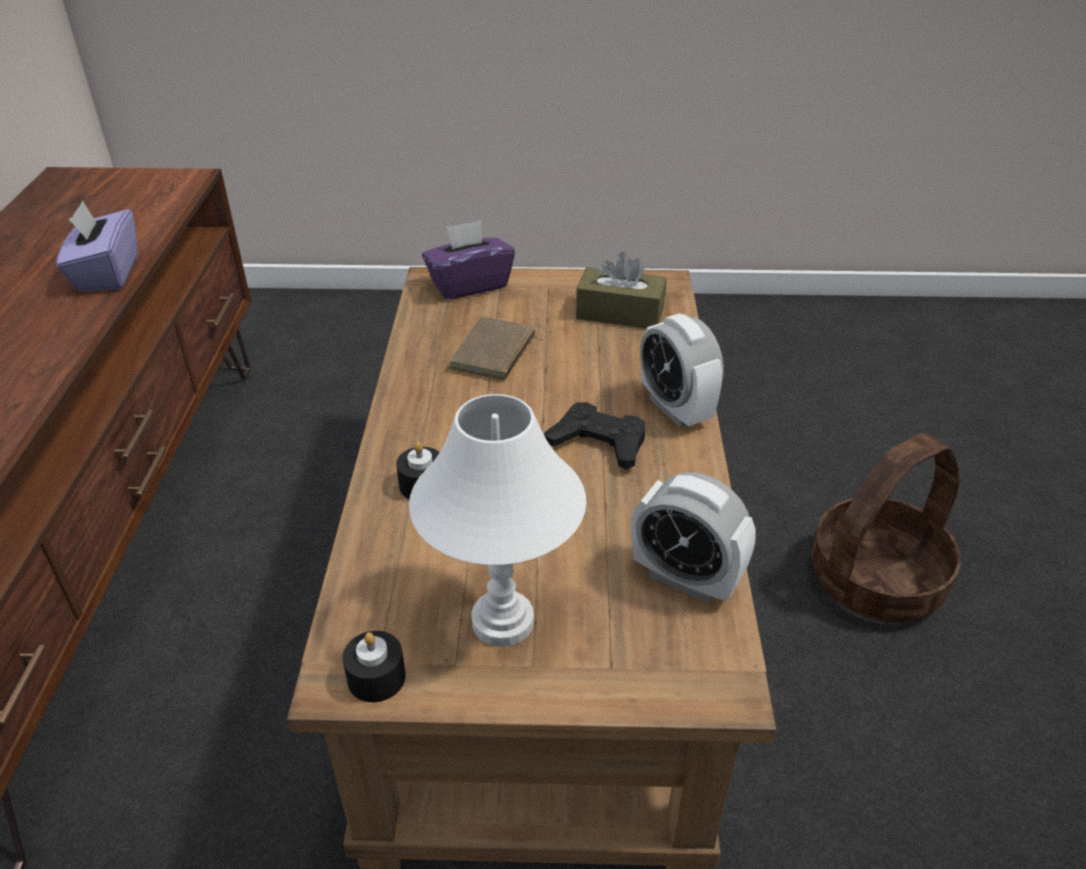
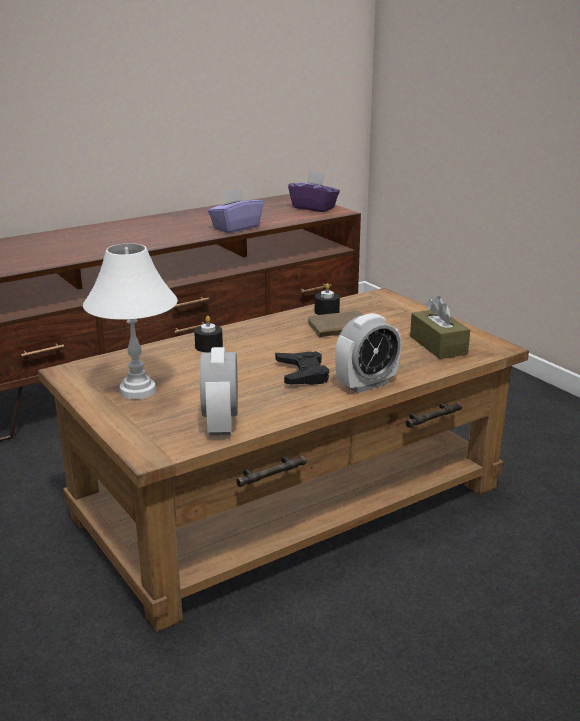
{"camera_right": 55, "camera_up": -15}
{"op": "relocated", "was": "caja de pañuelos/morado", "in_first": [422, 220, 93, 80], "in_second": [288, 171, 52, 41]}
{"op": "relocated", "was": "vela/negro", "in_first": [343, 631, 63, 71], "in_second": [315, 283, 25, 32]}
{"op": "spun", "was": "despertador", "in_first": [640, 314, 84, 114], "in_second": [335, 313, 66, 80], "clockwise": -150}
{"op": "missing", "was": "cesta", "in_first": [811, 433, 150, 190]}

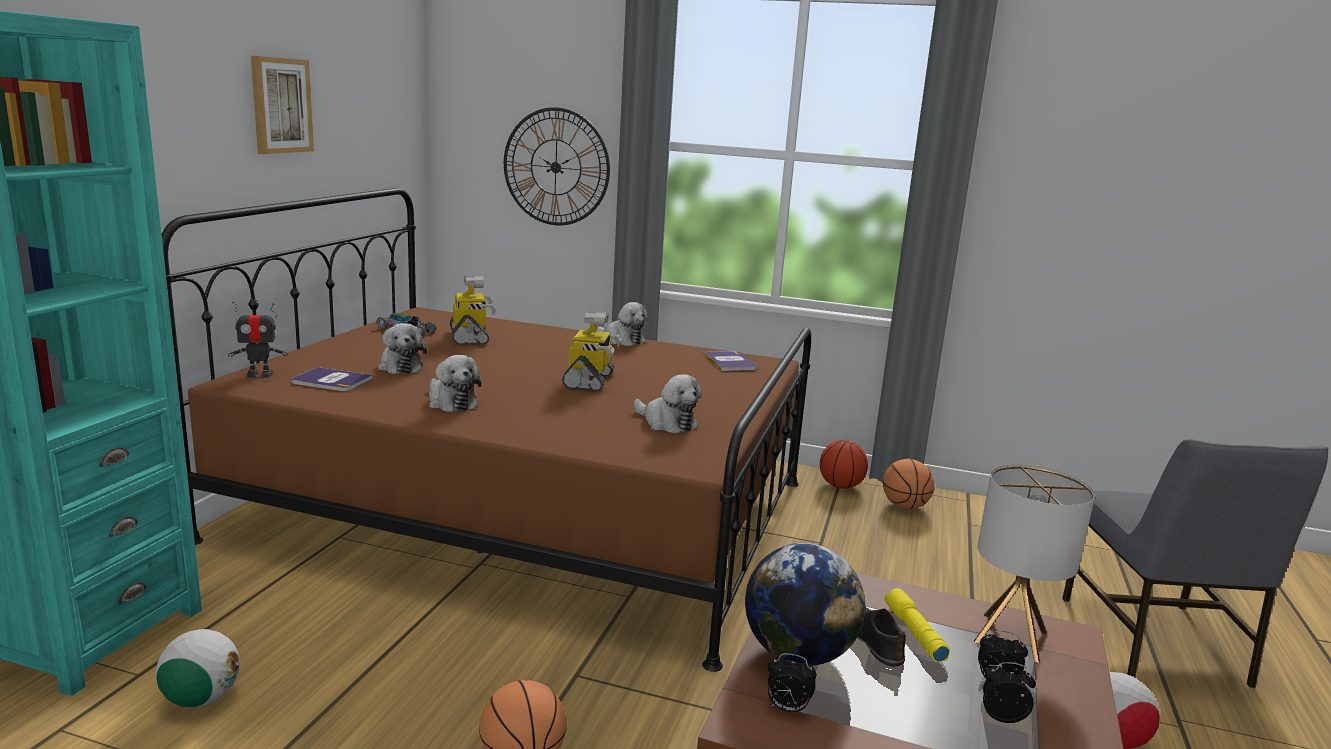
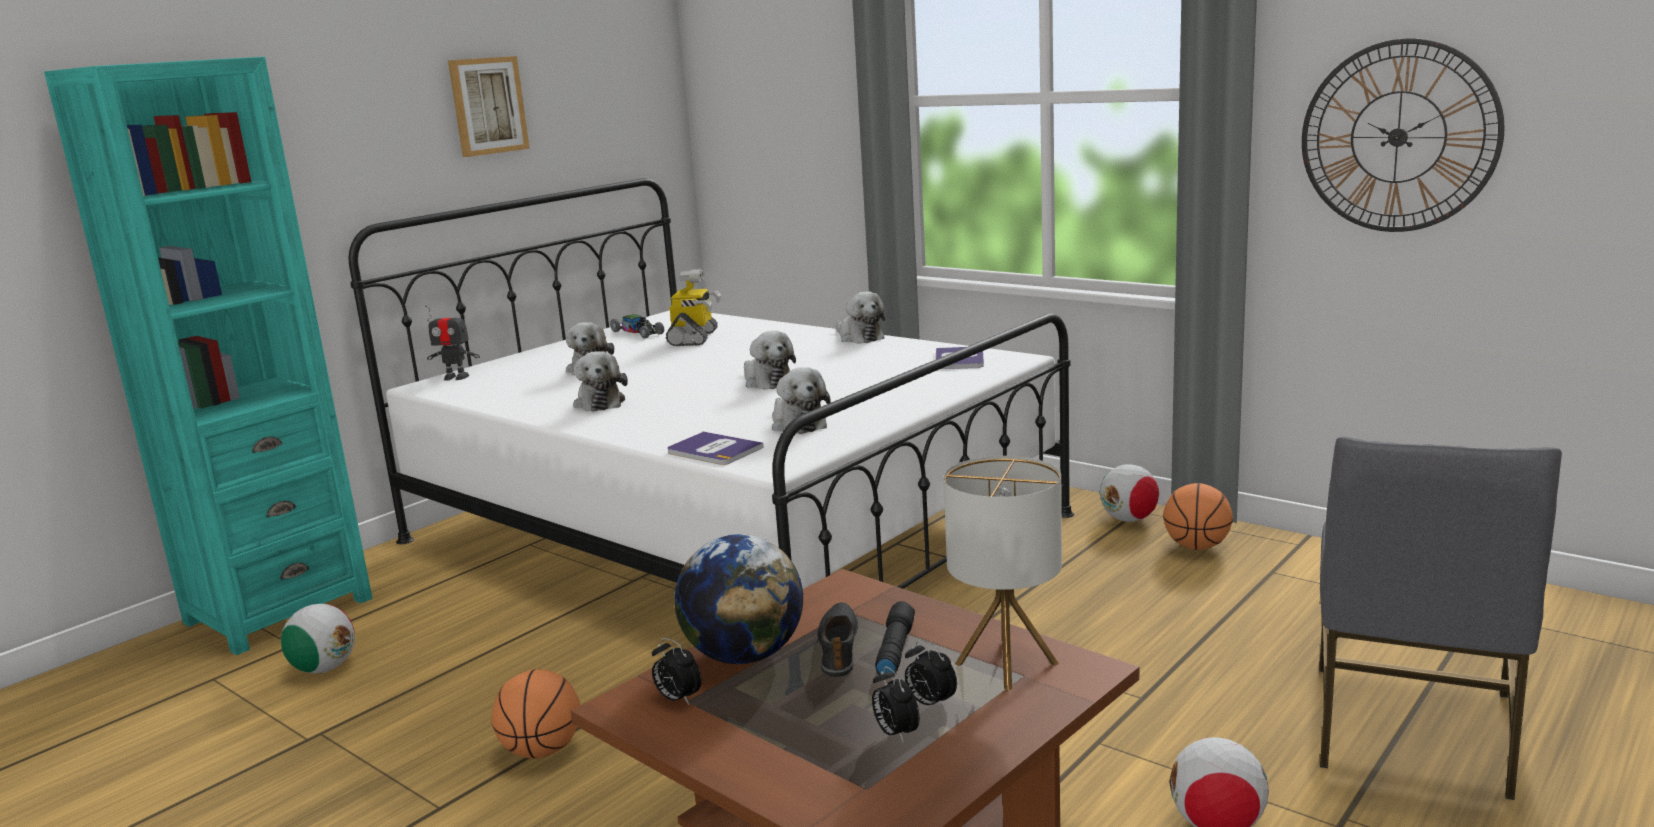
{"camera_right": 25, "camera_up": 0}
{"op": "colour", "was": "cama/marrón", "now": "cama/blanco", "in_first": [162, 188, 649, 484], "in_second": [348, 178, 726, 411]}
{"op": "relocated", "was": "libro", "in_first": [292, 367, 80, 24], "in_second": [668, 432, 96, 33]}
{"op": "exchanged", "was": "robot de juguete", "now": "peluche", "in_first": [562, 311, 60, 81], "in_second": [744, 331, 52, 58]}
{"op": "spun", "was": "despertador", "in_first": [983, 662, 53, 61], "in_second": [872, 666, 47, 77], "clockwise": -150}
{"op": "colour", "was": "linterna/amarillo", "now": "linterna/negro", "in_first": [884, 588, 66, 74], "in_second": [875, 601, 40, 74]}
{"op": "exchanged", "was": "balón de baloncesto", "now": "balón de fútbol", "in_first": [820, 440, 48, 49], "in_second": [1100, 464, 59, 58]}
{"op": "relocated", "was": "reloj de pared", "in_first": [504, 107, 106, 119], "in_second": [1302, 38, 203, 194]}

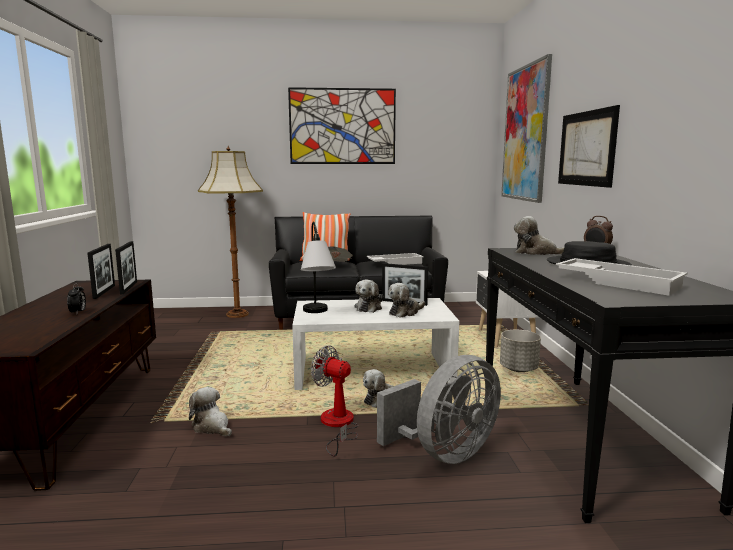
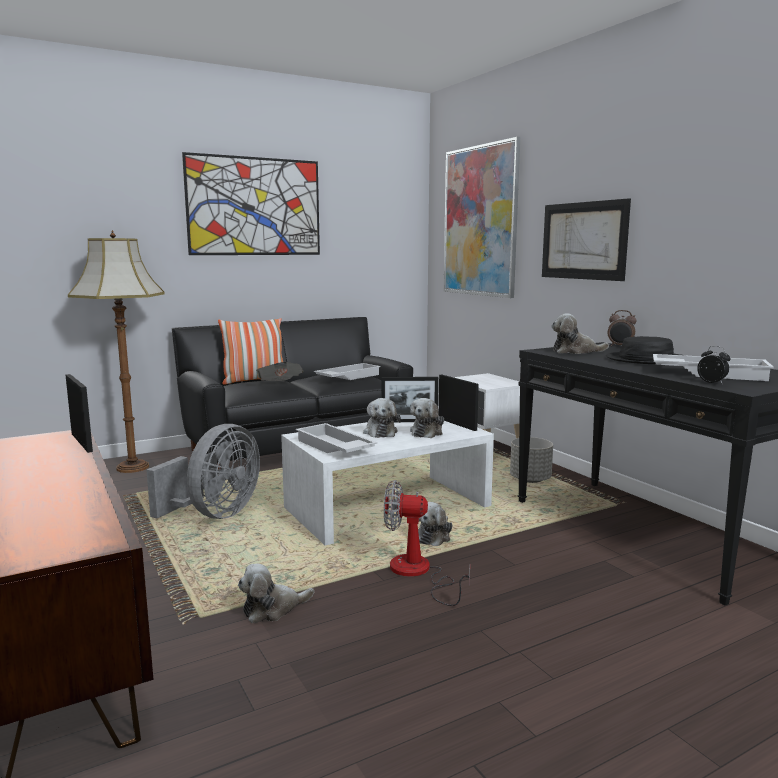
{"camera_right": -25, "camera_up": 0}
{"op": "relocated", "was": "ventilador/gris", "in_first": [377, 355, 124, 109], "in_second": [146, 424, 114, 95]}
{"op": "spun", "was": "peluche", "in_first": [189, 387, 43, 50], "in_second": [238, 564, 76, 59], "clockwise": -45}
{"op": "exchanged", "was": "lámpara de mesa", "now": "bandeja/blanco", "in_first": [301, 222, 35, 91], "in_second": [296, 423, 81, 30]}
{"op": "relocated", "was": "portarretratos", "in_first": [87, 244, 28, 55], "in_second": [439, 375, 40, 56]}
{"op": "relocated", "was": "despertador", "in_first": [67, 283, 19, 30], "in_second": [697, 346, 34, 39]}

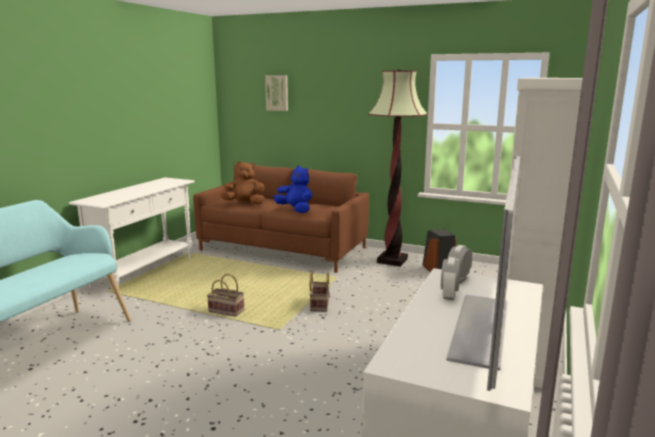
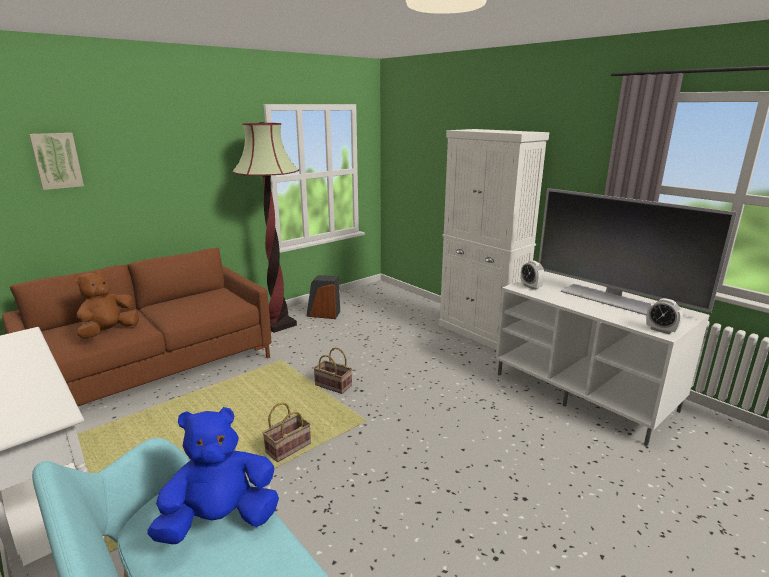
{"camera_right": -65, "camera_up": 5}
{"op": "relocated", "was": "peluche/azul", "in_first": [274, 165, 38, 48], "in_second": [148, 407, 131, 137]}
{"op": "relocated", "was": "despertador", "in_first": [441, 257, 20, 43], "in_second": [646, 298, 37, 36]}

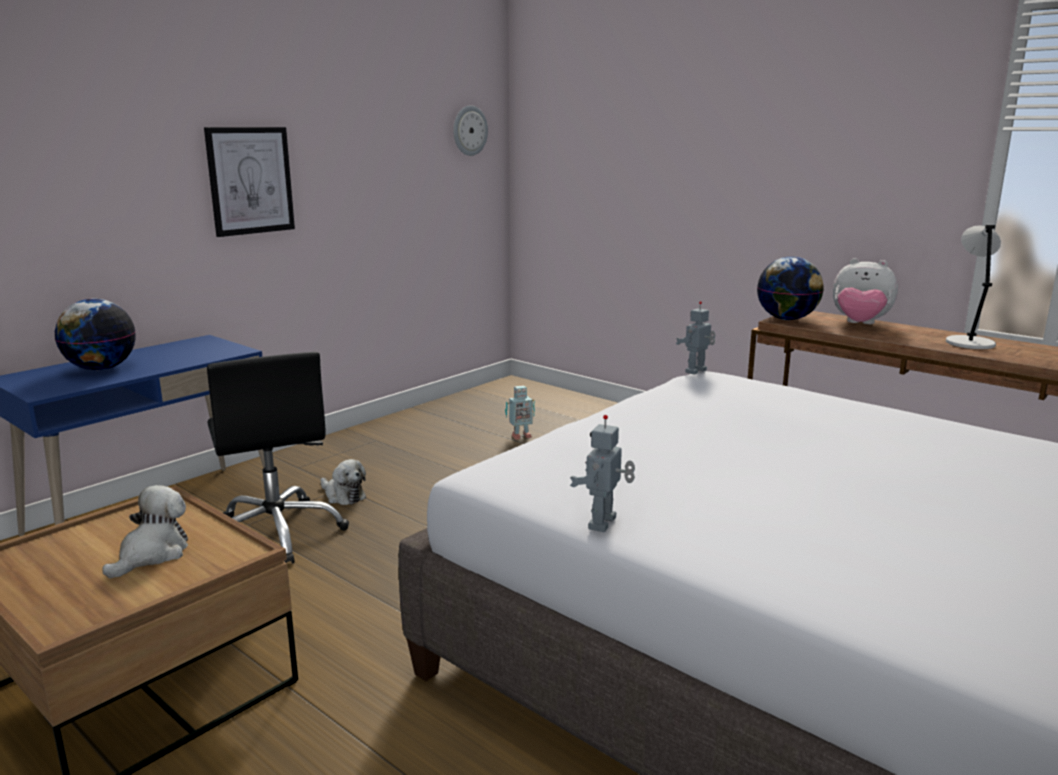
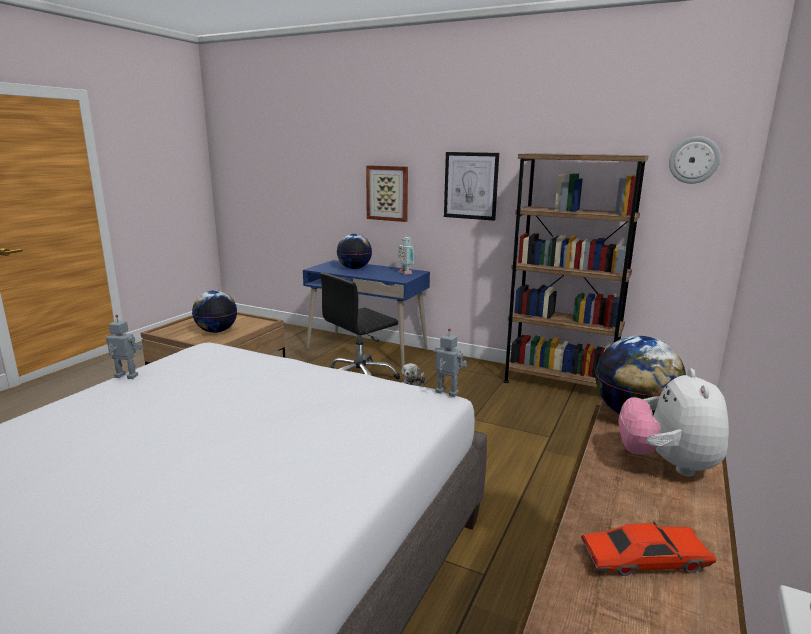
{"camera_right": 75, "camera_up": 0}
{"op": "exchanged", "was": "peluche", "now": "globo terráqueo", "in_first": [102, 485, 86, 93], "in_second": [192, 290, 45, 43]}
{"op": "appeared", "now": "cuadro", "in_second": [366, 165, 42, 57]}
{"op": "relocated", "was": "robot de juguete", "in_first": [505, 385, 30, 55], "in_second": [398, 237, 16, 38]}
{"op": "appeared", "now": "estantería/marrón", "in_second": [503, 153, 145, 234]}
{"op": "exchanged", "was": "lámpara de mesa/gris", "now": "coche de juguete/rojo", "in_first": [946, 225, 55, 124], "in_second": [580, 520, 136, 56]}

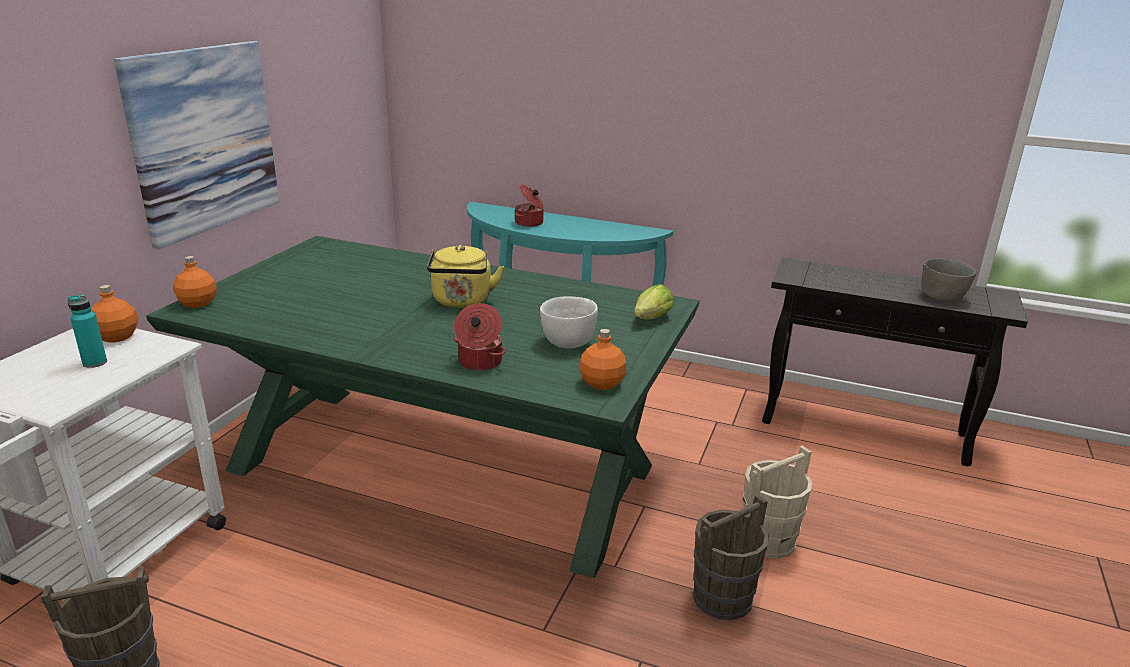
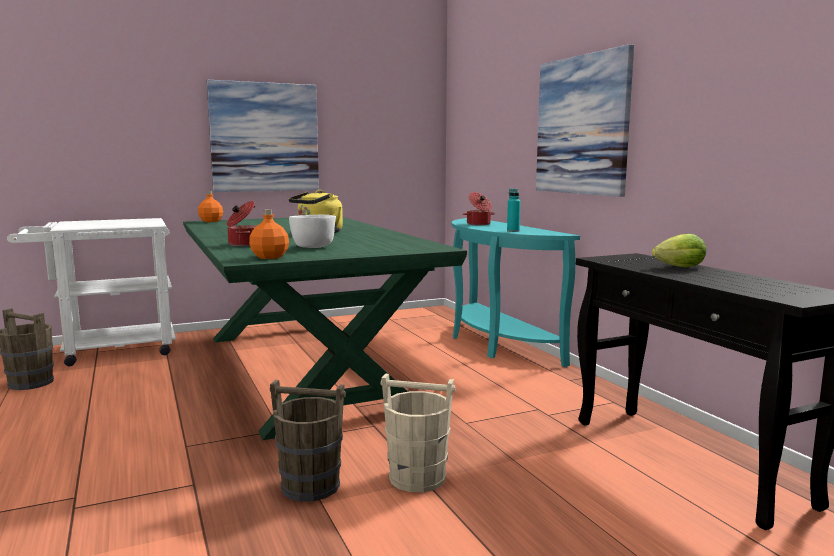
{"camera_right": 45, "camera_up": -15}
{"op": "relocated", "was": "botella/turquesa", "in_first": [68, 294, 39, 74], "in_second": [507, 189, 14, 43]}
{"op": "appeared", "now": "cuadro", "in_second": [536, 44, 98, 153]}
{"op": "relocated", "was": "lechuga", "in_first": [634, 284, 40, 36], "in_second": [652, 234, 54, 33]}
{"op": "missing", "was": "botella/naranja", "in_first": [91, 285, 47, 58]}
{"op": "missing", "was": "cuenco/gris", "in_first": [921, 258, 55, 44]}

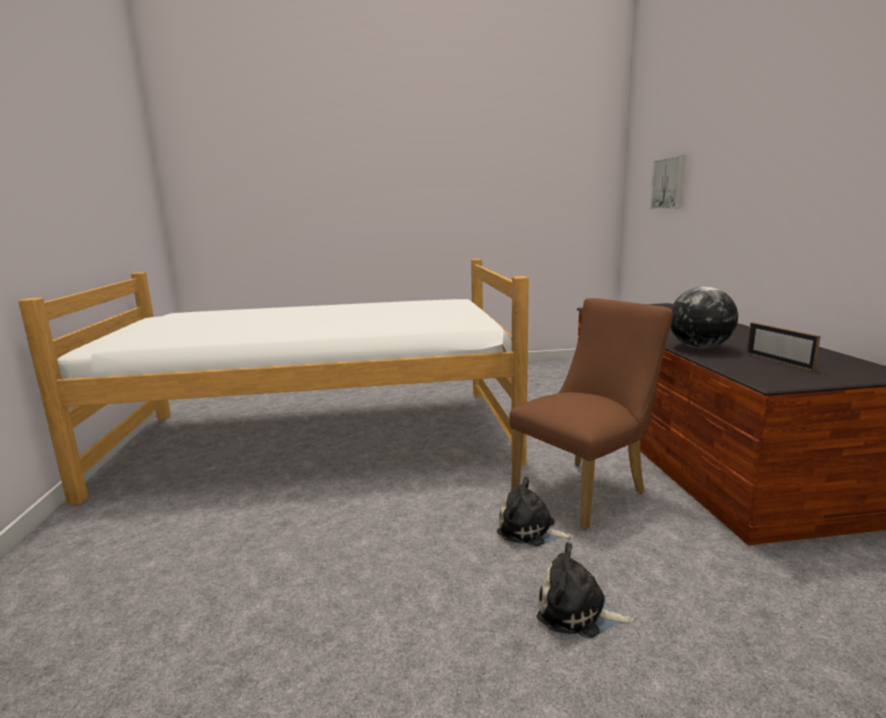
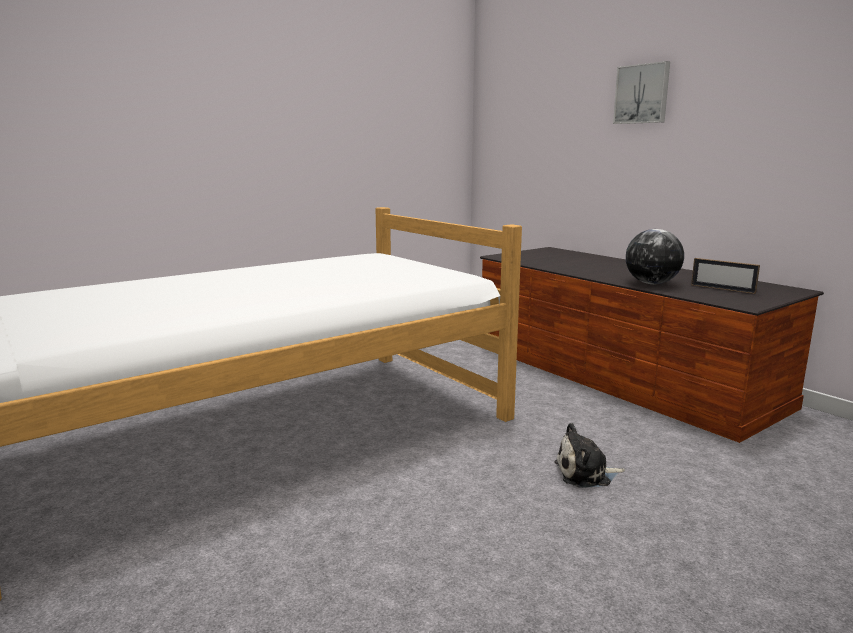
{"camera_right": -30, "camera_up": 0}
{"op": "relocated", "was": "cuadro", "in_first": [650, 155, 35, 54], "in_second": [613, 61, 57, 63]}
{"op": "missing", "was": "silla/marrón", "in_first": [509, 298, 164, 232]}
{"op": "missing", "was": "peluche", "in_first": [537, 542, 97, 96]}

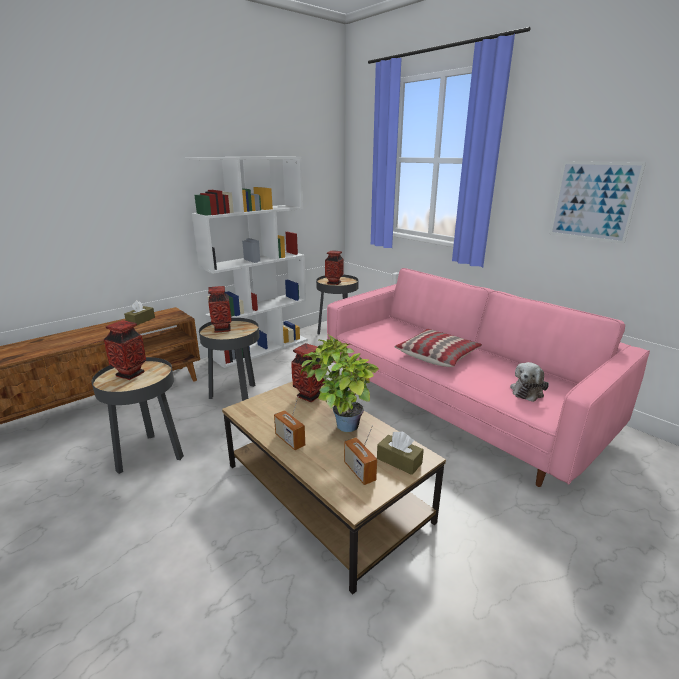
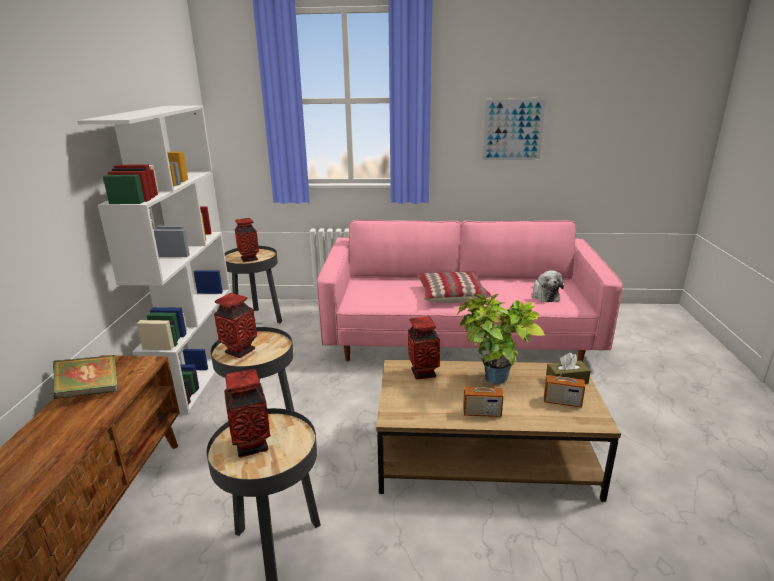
{"camera_right": -45, "camera_up": 0}
{"op": "exchanged", "was": "caja de pañuelos/marrón", "now": "libro", "in_first": [124, 300, 31, 25], "in_second": [53, 355, 65, 44]}

